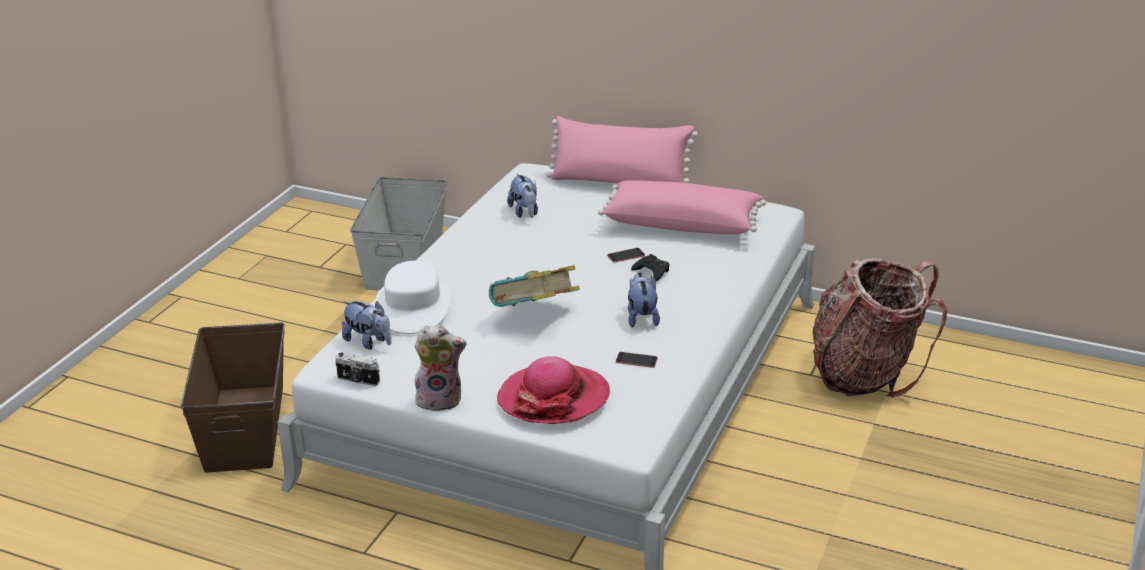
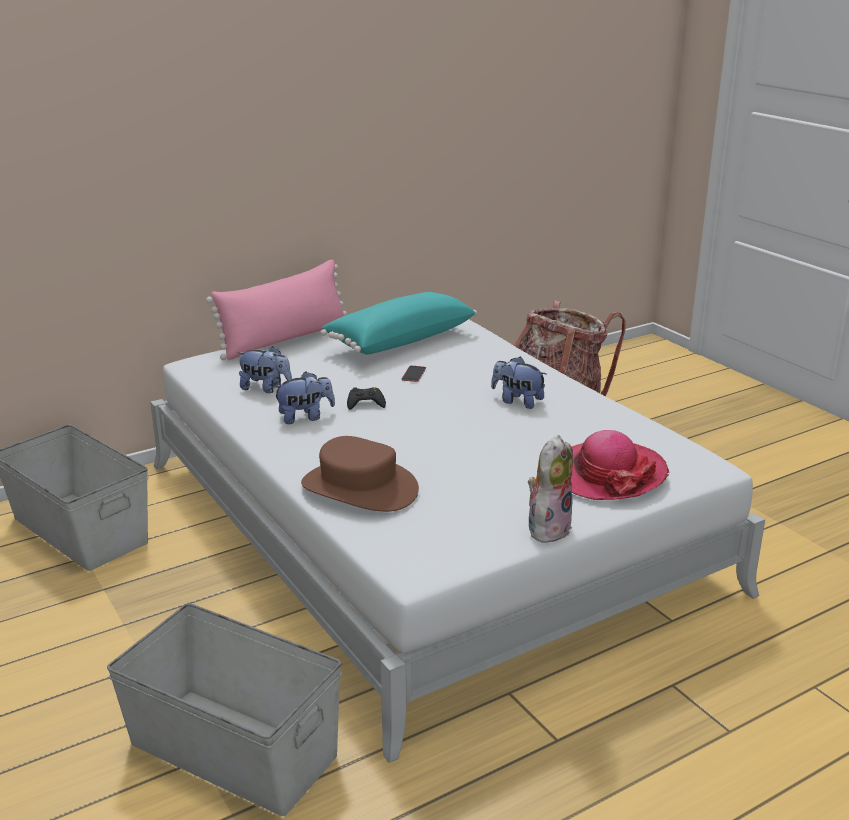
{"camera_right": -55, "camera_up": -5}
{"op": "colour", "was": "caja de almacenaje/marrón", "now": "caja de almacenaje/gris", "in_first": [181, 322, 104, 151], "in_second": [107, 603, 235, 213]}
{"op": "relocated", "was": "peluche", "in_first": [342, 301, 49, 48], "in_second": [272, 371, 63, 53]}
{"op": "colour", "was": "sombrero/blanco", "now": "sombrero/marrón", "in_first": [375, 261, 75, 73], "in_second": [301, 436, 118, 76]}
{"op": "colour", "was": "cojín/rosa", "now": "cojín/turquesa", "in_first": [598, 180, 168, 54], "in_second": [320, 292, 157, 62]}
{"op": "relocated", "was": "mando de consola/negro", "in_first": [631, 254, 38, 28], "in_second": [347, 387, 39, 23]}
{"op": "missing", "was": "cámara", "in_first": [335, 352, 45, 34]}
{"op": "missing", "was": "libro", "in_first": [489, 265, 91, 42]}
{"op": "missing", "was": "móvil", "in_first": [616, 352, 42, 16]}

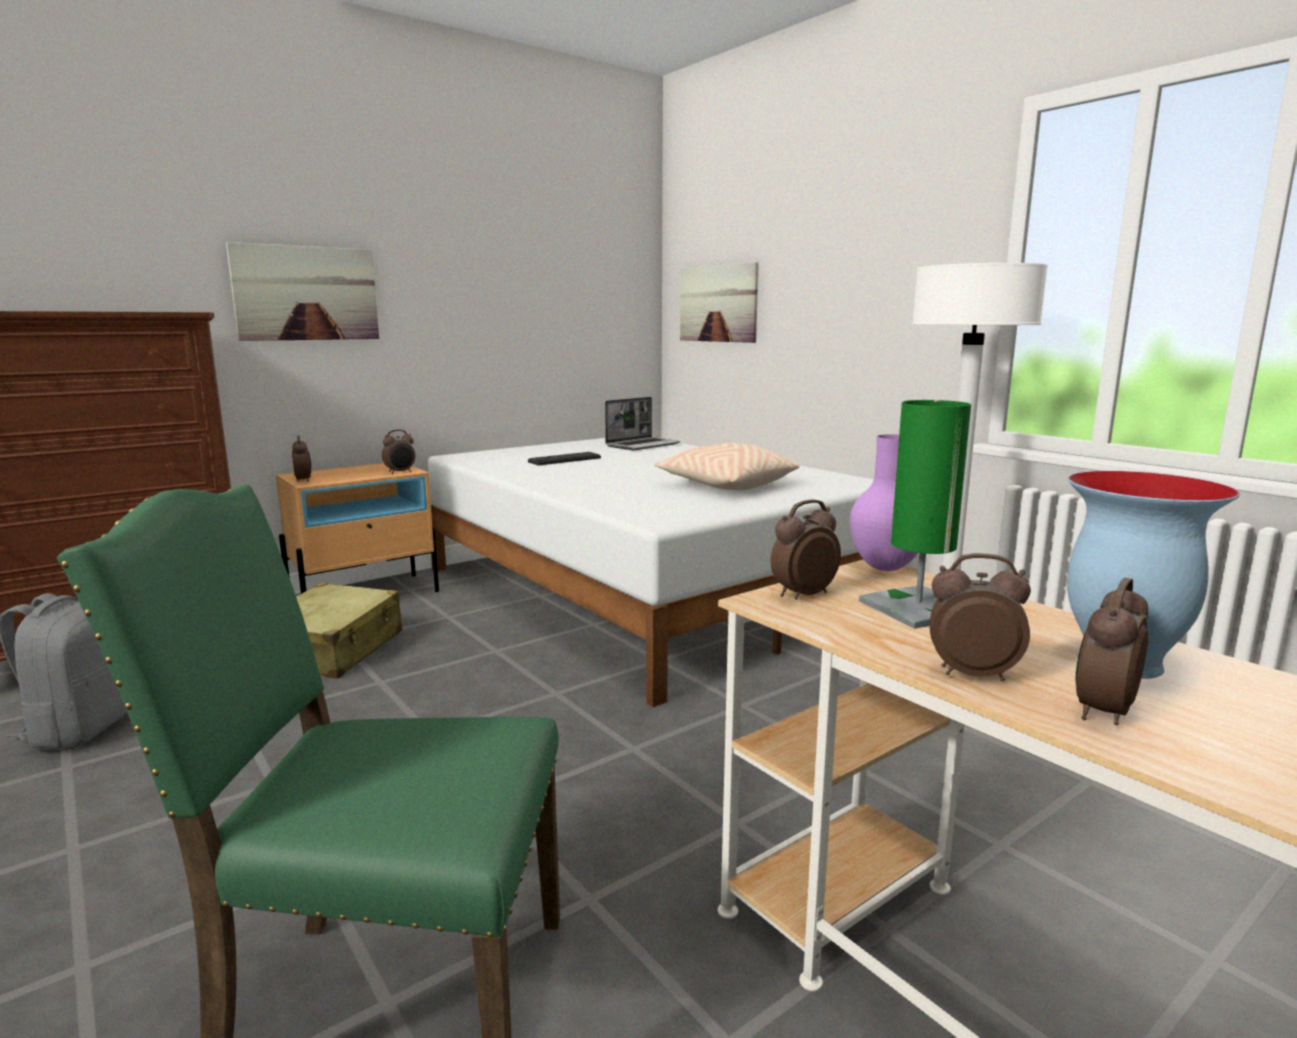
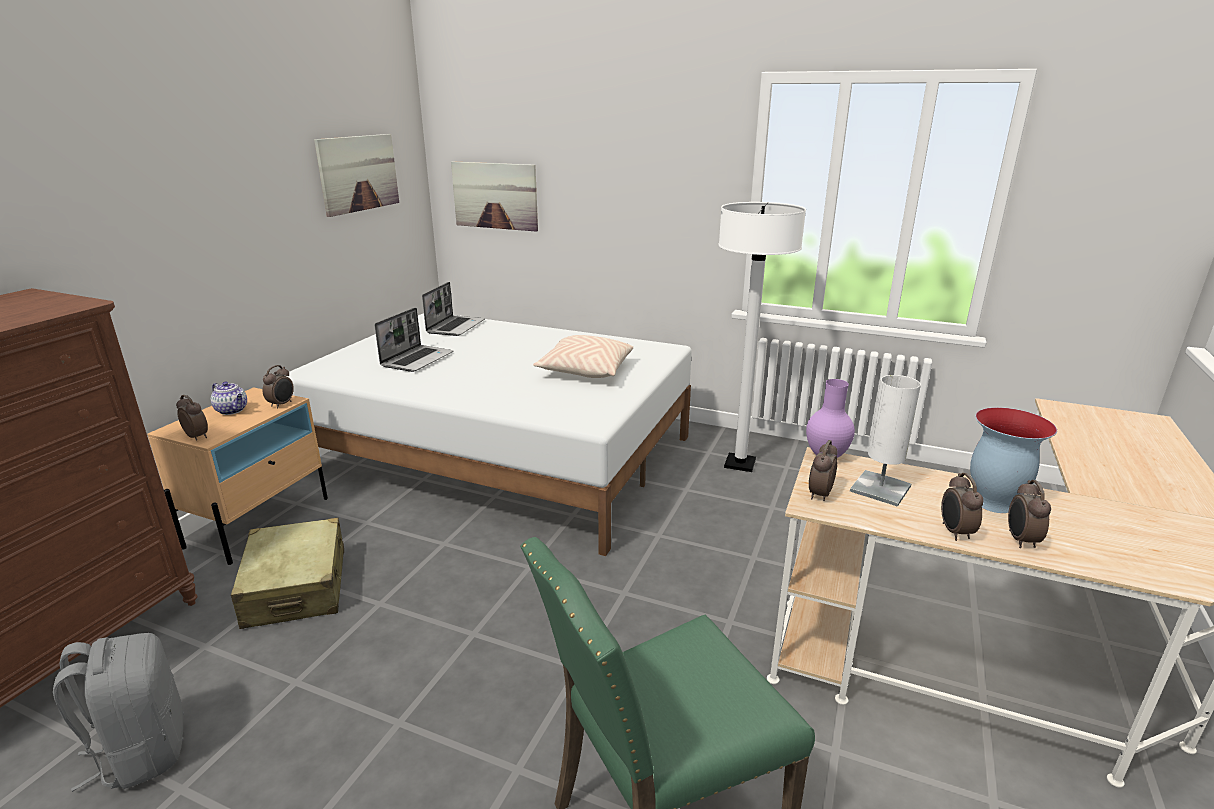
{"camera_right": -30, "camera_up": 10}
{"op": "appeared", "now": "tetera", "in_second": [211, 382, 36, 33]}
{"op": "relocated", "was": "cuadro", "in_first": [226, 242, 153, 99], "in_second": [314, 134, 85, 83]}
{"op": "exchanged", "was": "teclado", "now": "portátil", "in_first": [528, 452, 73, 13], "in_second": [374, 307, 79, 65]}
{"op": "colour", "was": "lámpara de mesa/verde", "now": "lámpara de mesa/blanco", "in_first": [859, 400, 112, 229], "in_second": [850, 375, 71, 132]}
{"op": "spun", "was": "despertador", "in_first": [929, 553, 102, 128], "in_second": [941, 473, 43, 68], "clockwise": -75}

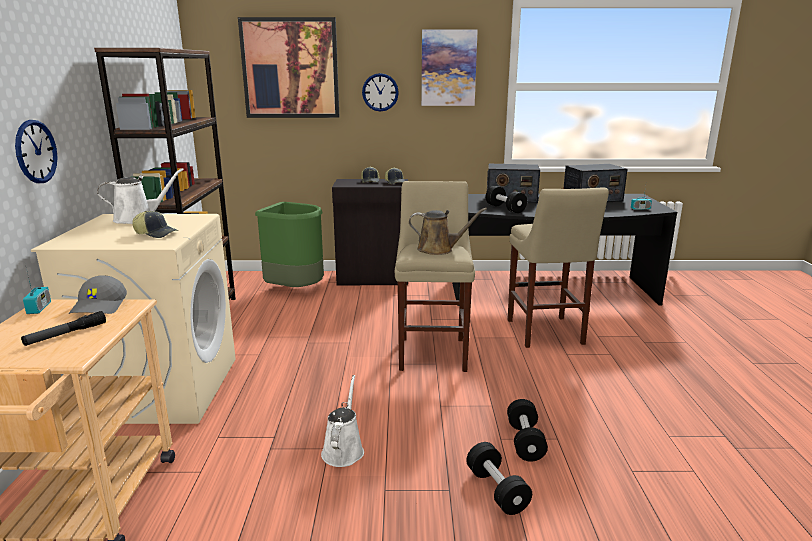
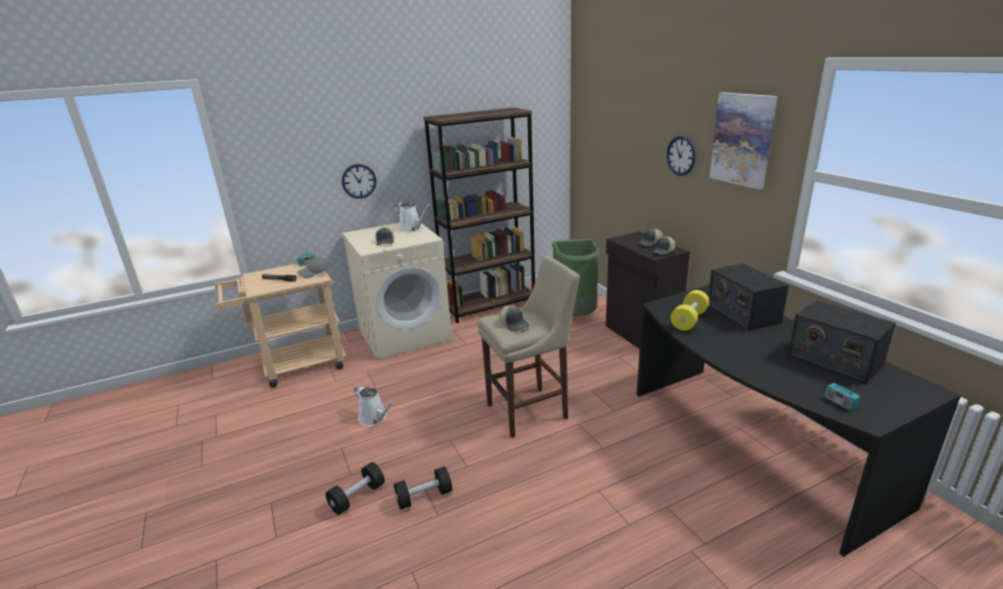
{"camera_right": 65, "camera_up": 5}
{"op": "spun", "was": "regadera/blanco", "in_first": [321, 375, 43, 92], "in_second": [354, 385, 41, 41], "clockwise": 60}
{"op": "exchanged", "was": "regadera/marrón", "now": "gorra", "in_first": [409, 208, 78, 47], "in_second": [499, 306, 30, 26]}
{"op": "colour", "was": "mancuerna/negro", "now": "mancuerna/amarillo", "in_first": [485, 186, 42, 27], "in_second": [671, 290, 39, 41]}
{"op": "missing", "was": "cuadro", "in_first": [238, 17, 101, 101]}
{"op": "missing", "was": "taburete/beis", "in_first": [508, 188, 101, 160]}

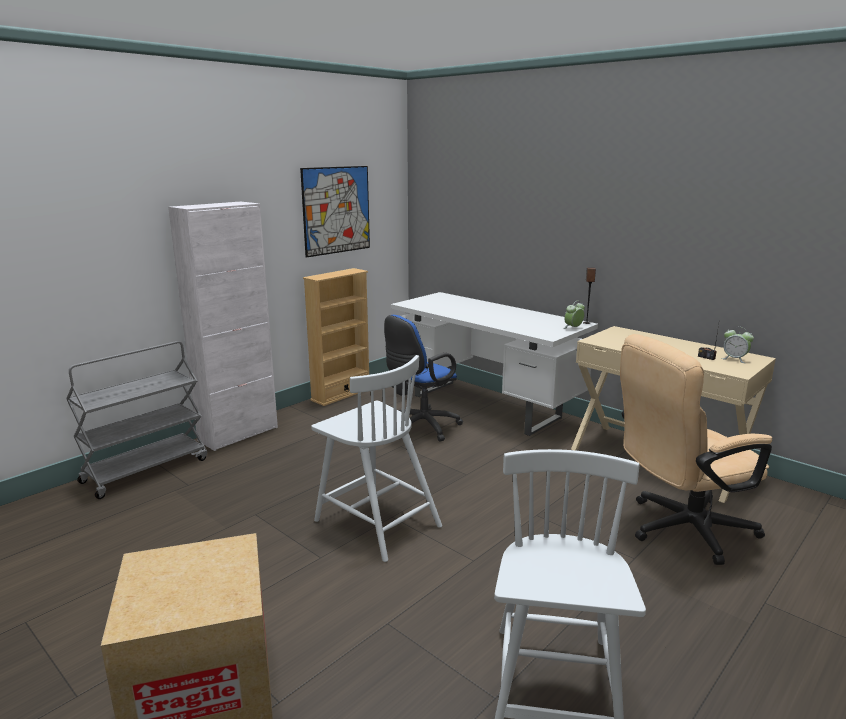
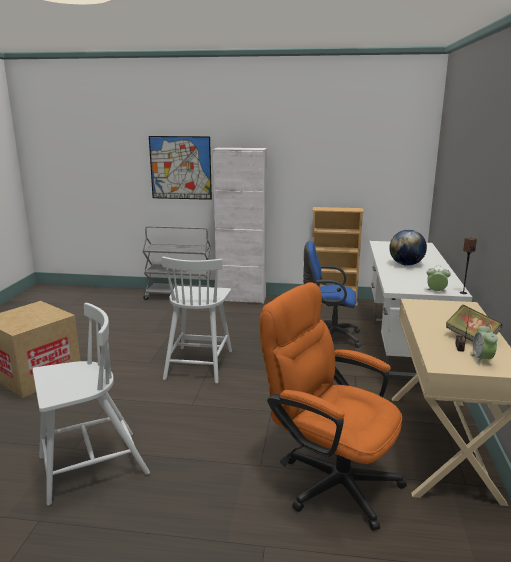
{"camera_right": 55, "camera_up": 0}
{"op": "relocated", "was": "cuadro", "in_first": [300, 166, 70, 92], "in_second": [149, 136, 63, 64]}
{"op": "colour", "was": "silla de oficina/beis", "now": "silla de oficina/naranja", "in_first": [620, 334, 152, 231], "in_second": [260, 282, 147, 248]}
{"op": "appeared", "now": "globo terráqueo", "in_second": [389, 230, 38, 36]}
{"op": "appeared", "now": "libro", "in_second": [446, 305, 56, 37]}

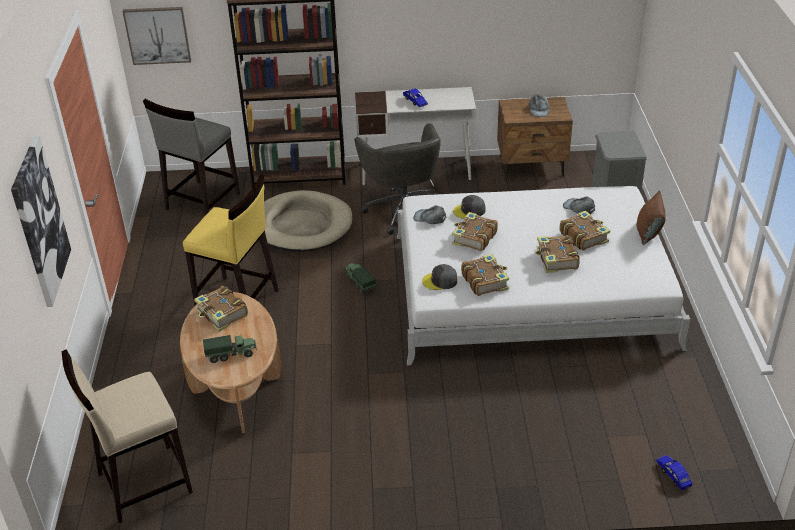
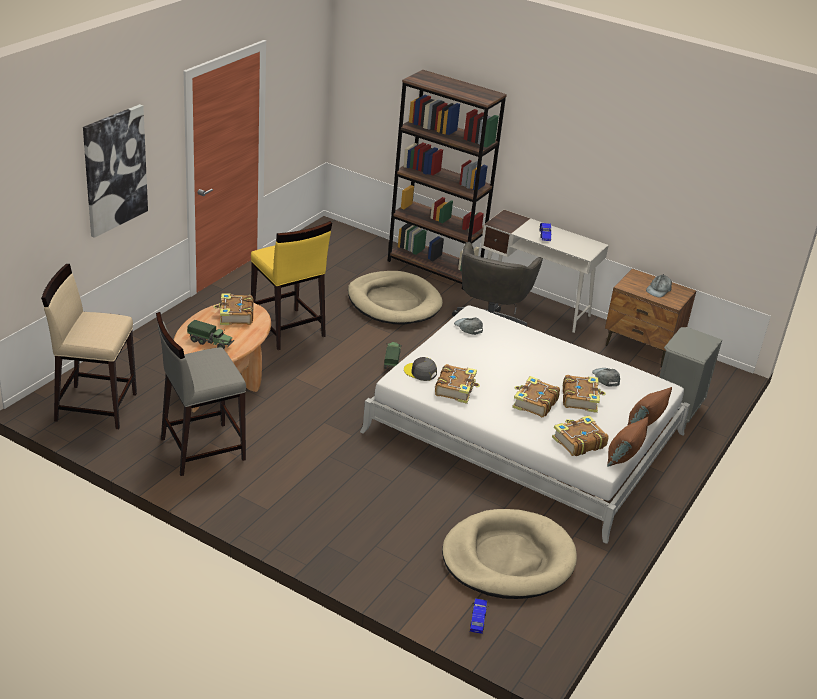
{"camera_right": 30, "camera_up": -5}
{"op": "relocated", "was": "taburete/gris", "in_first": [143, 99, 97, 117], "in_second": [156, 312, 90, 164]}
{"op": "appeared", "now": "cama para perro/beis", "in_second": [442, 509, 135, 90]}
{"op": "relocated", "was": "libro", "in_first": [452, 212, 46, 39], "in_second": [552, 416, 56, 40]}
{"op": "appeared", "now": "cojín/marrón", "in_second": [607, 416, 42, 51]}
{"op": "missing", "was": "cuadro", "in_first": [123, 7, 68, 58]}
{"op": "missing", "was": "gorra/gris", "in_first": [453, 195, 32, 24]}

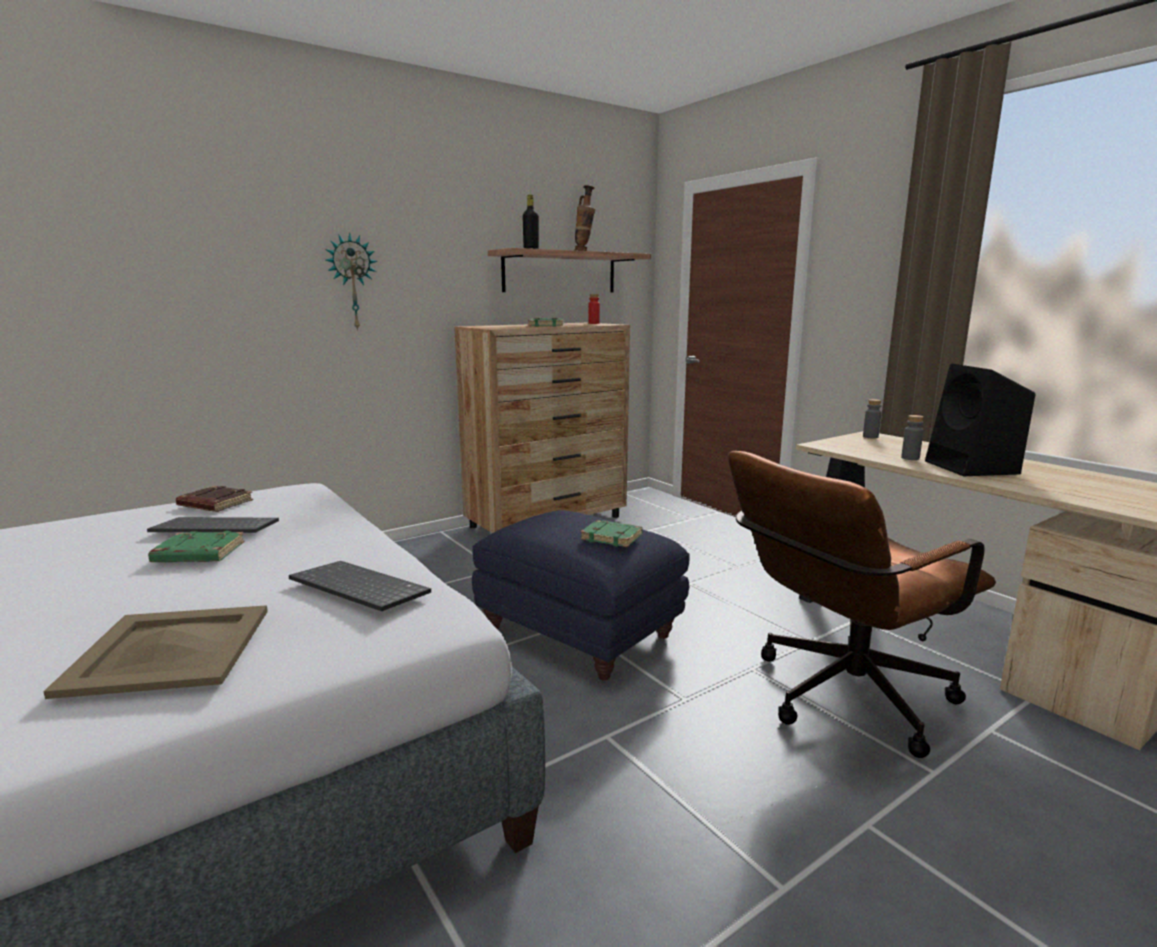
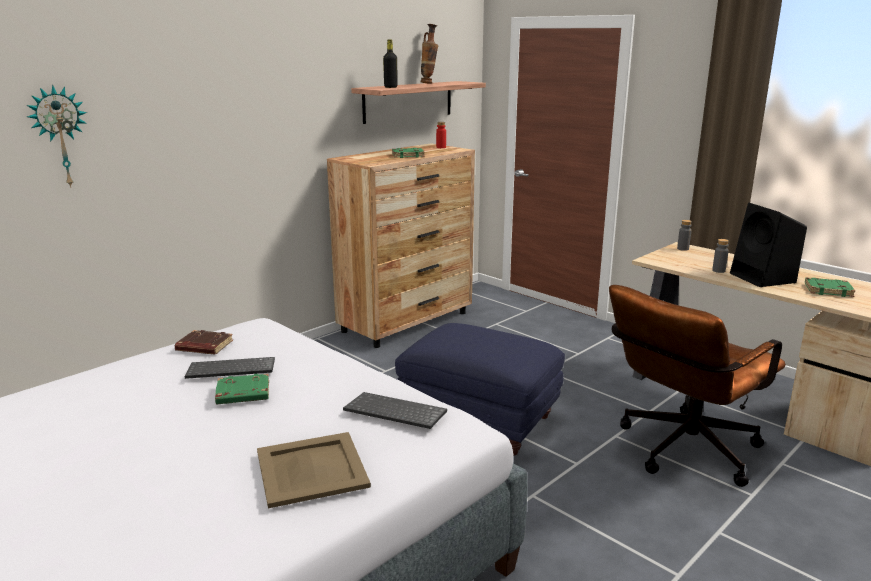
{"camera_right": -10, "camera_up": 5}
{"op": "relocated", "was": "reloj de pared", "in_first": [326, 233, 52, 98], "in_second": [26, 85, 61, 103]}
{"op": "relocated", "was": "libro/verde", "in_first": [581, 520, 62, 27], "in_second": [805, 278, 50, 19]}

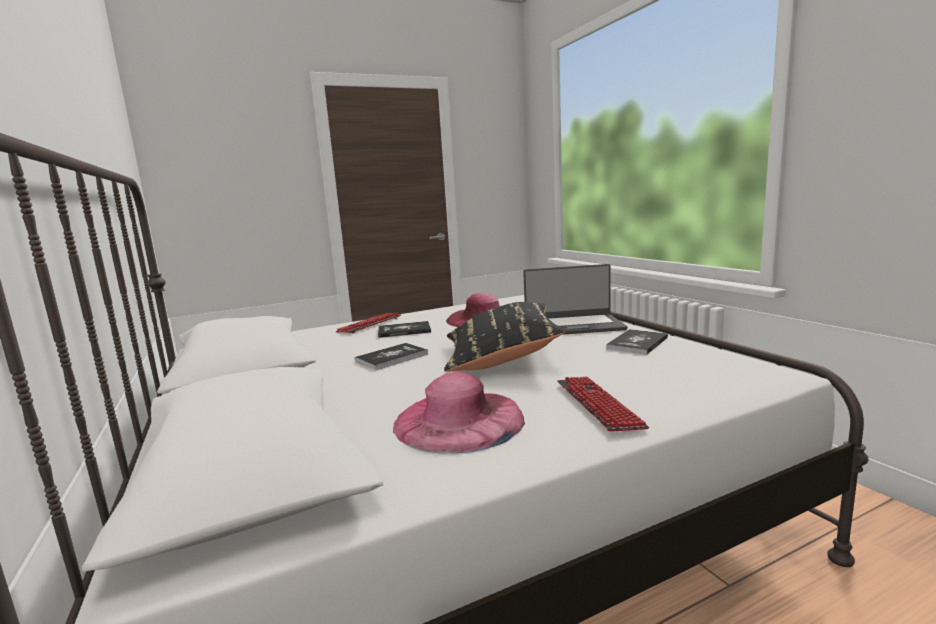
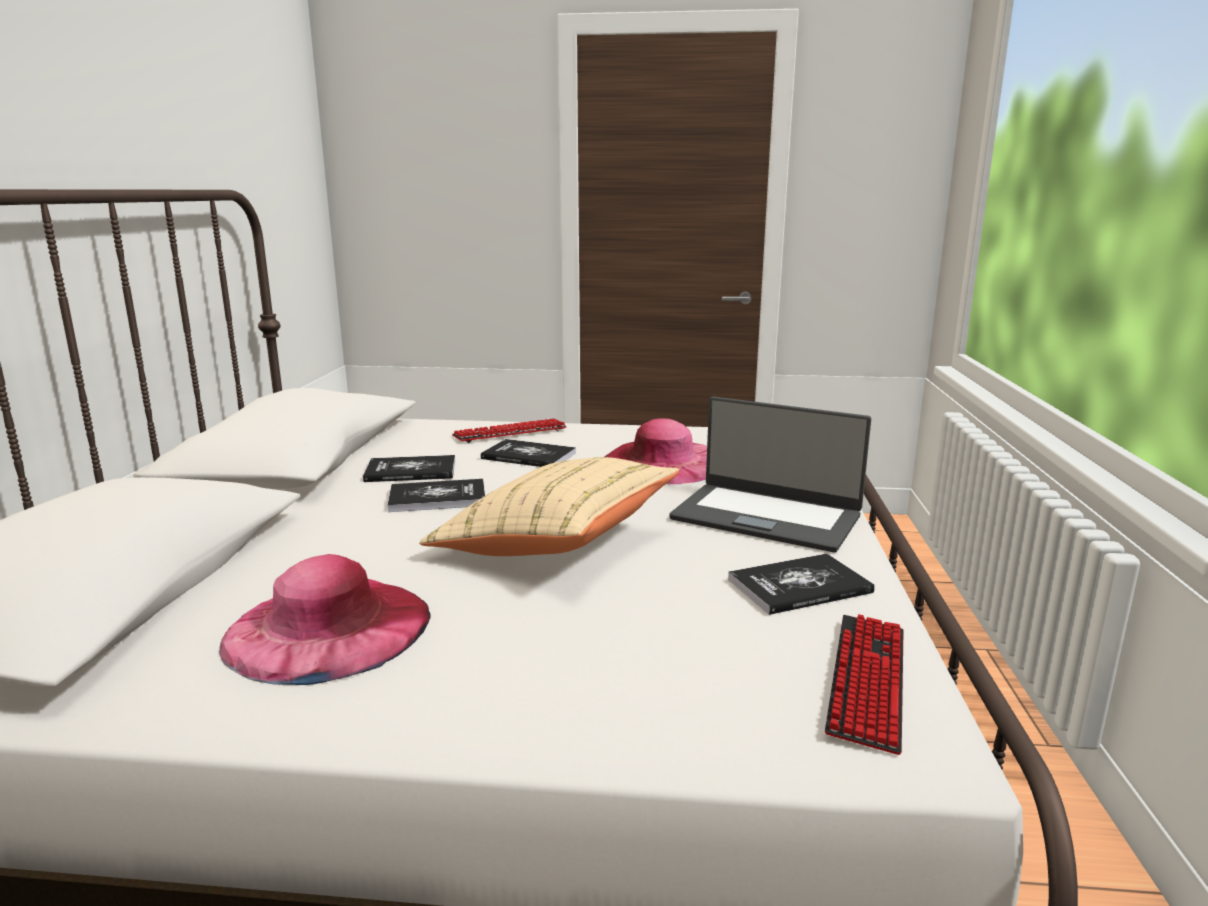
{"camera_right": 30, "camera_up": 5}
{"op": "appeared", "now": "libro", "in_second": [363, 455, 92, 27]}
{"op": "colour", "was": "cojín/negro", "now": "cojín/beis", "in_first": [444, 302, 121, 70], "in_second": [419, 457, 261, 99]}
{"op": "relocated", "was": "teclado", "in_first": [557, 377, 92, 55], "in_second": [825, 614, 79, 141]}

